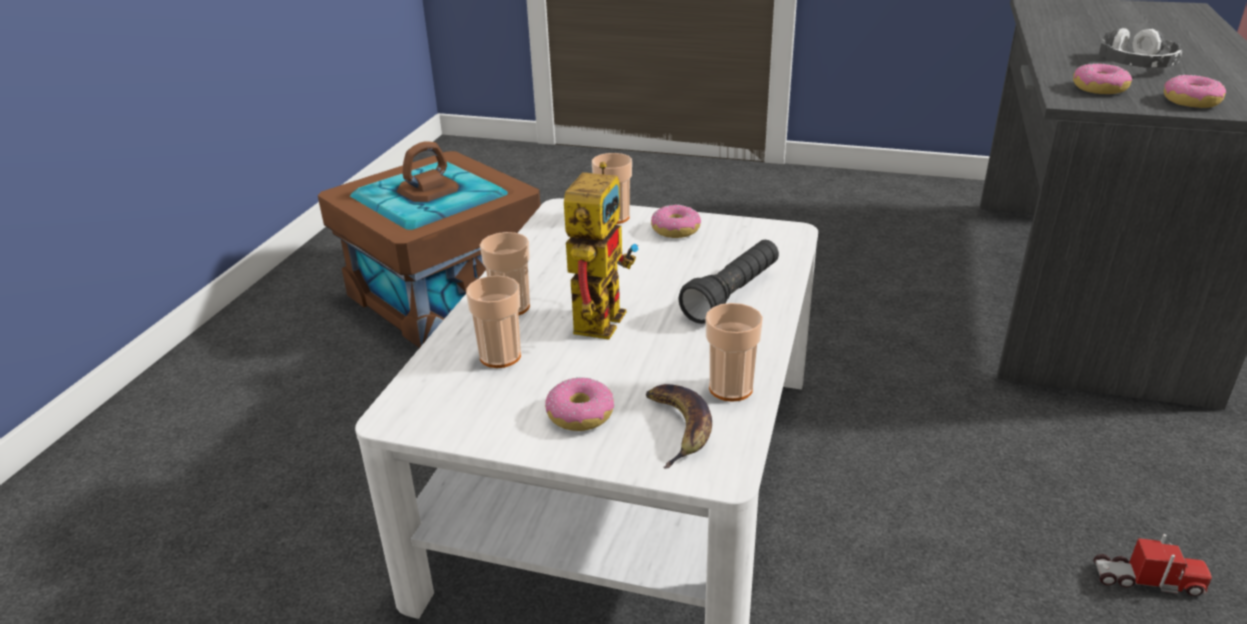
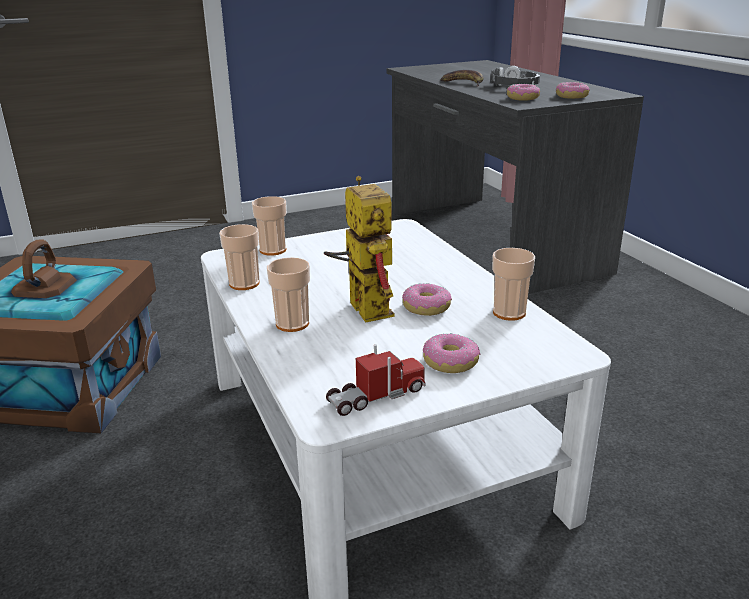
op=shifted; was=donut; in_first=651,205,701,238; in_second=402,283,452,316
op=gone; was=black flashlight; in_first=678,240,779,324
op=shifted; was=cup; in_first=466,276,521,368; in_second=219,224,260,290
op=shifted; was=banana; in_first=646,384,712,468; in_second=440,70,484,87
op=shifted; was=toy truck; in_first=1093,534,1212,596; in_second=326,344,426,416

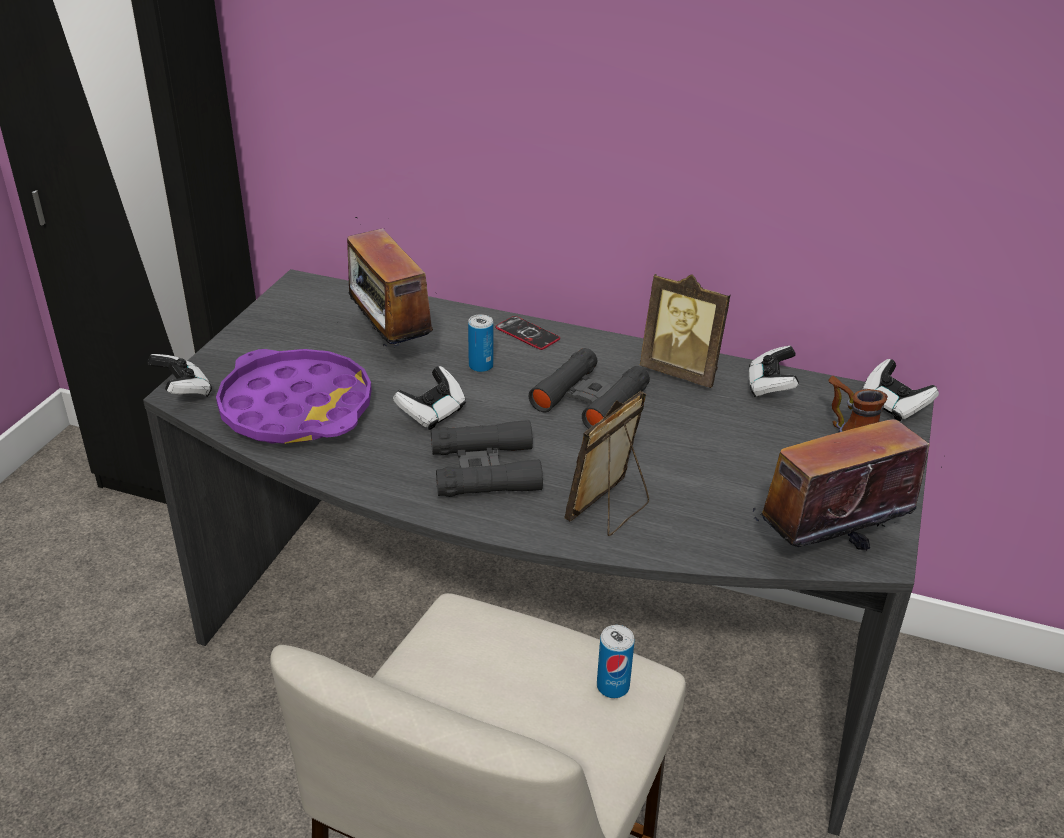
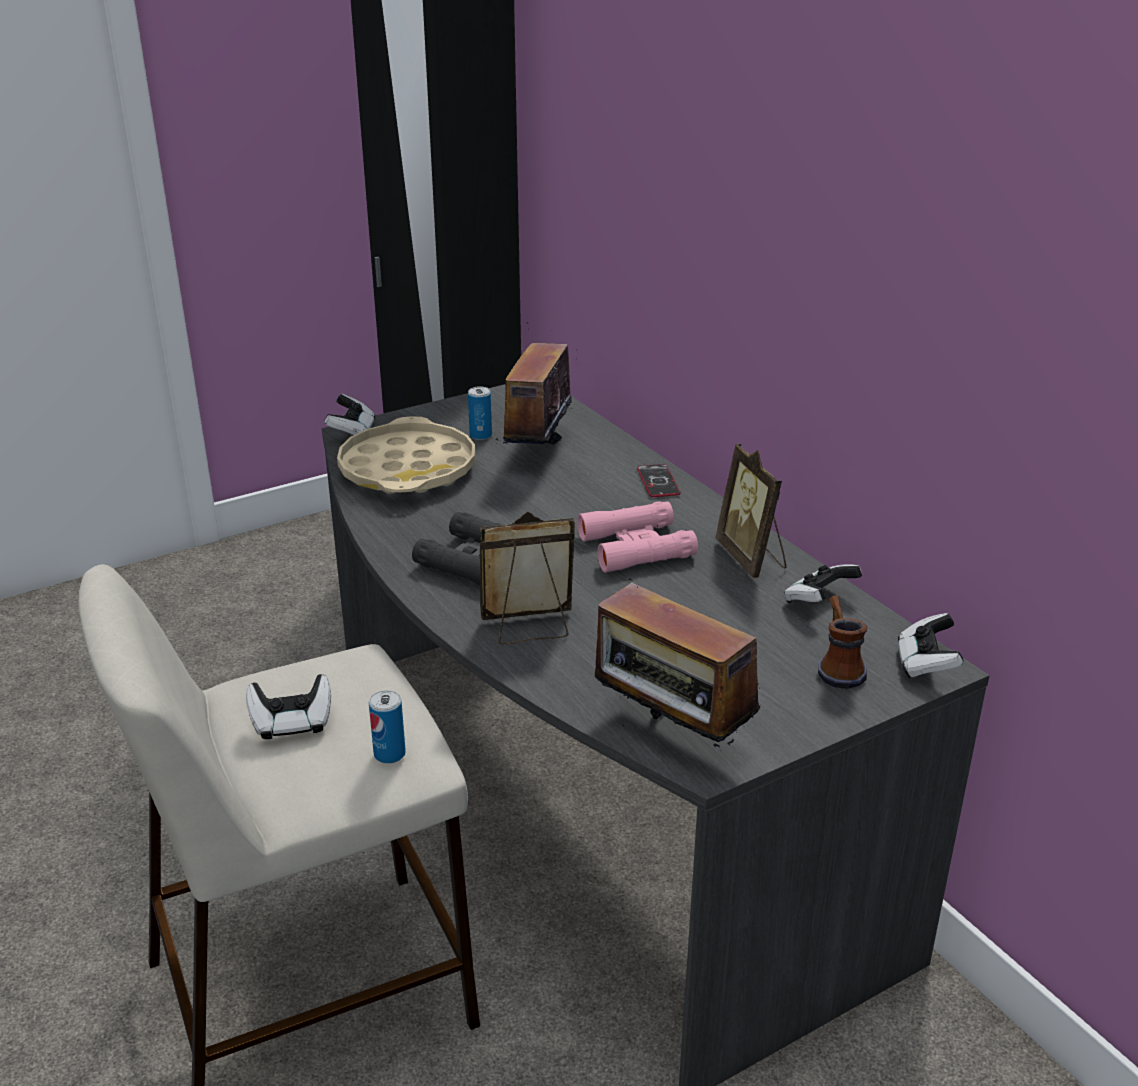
op=shifted; was=can; in_first=468,314,493,372; in_second=468,386,492,440
op=repainted; was=black binoculars; now=pink binoculars; in_first=529,348,650,429; in_second=577,501,698,573
op=repainted; was=purple tray; now=beige tray; in_first=216,349,372,444; in_second=337,416,475,494
op=shifted; was=game controller; in_first=393,366,466,430; in_second=246,674,331,739
op=rotated; was=radio; in_first=752,393,942,551; in_second=595,572,760,751; clockwise=-150

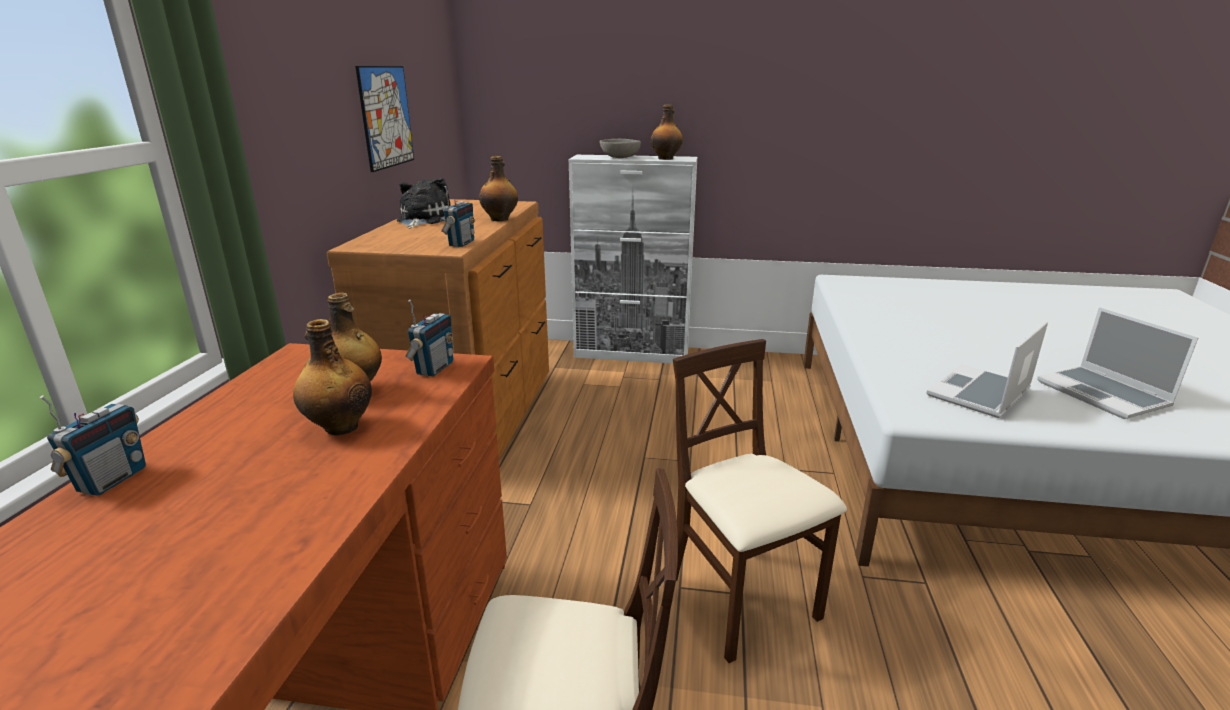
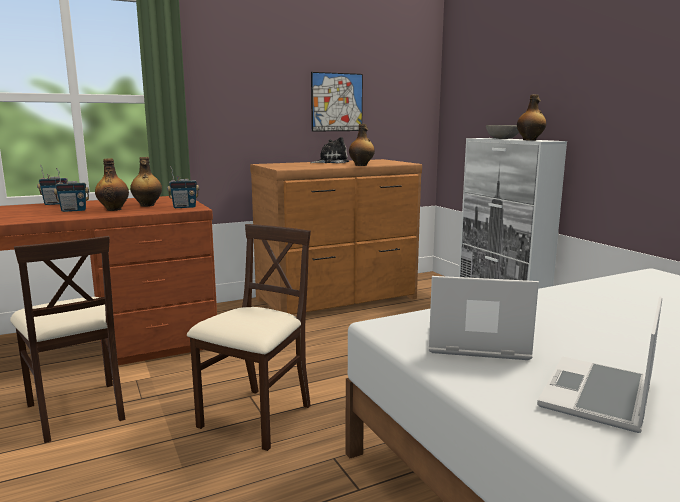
op=shifted; was=radio; in_first=441,186,475,247; in_second=53,168,89,212

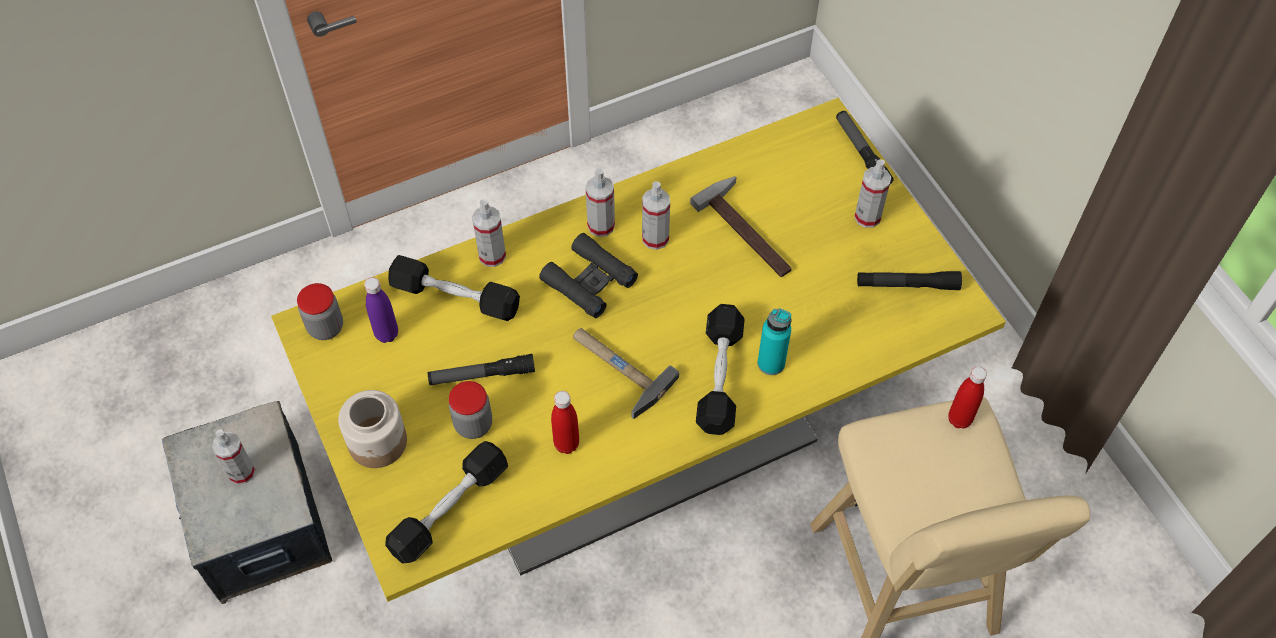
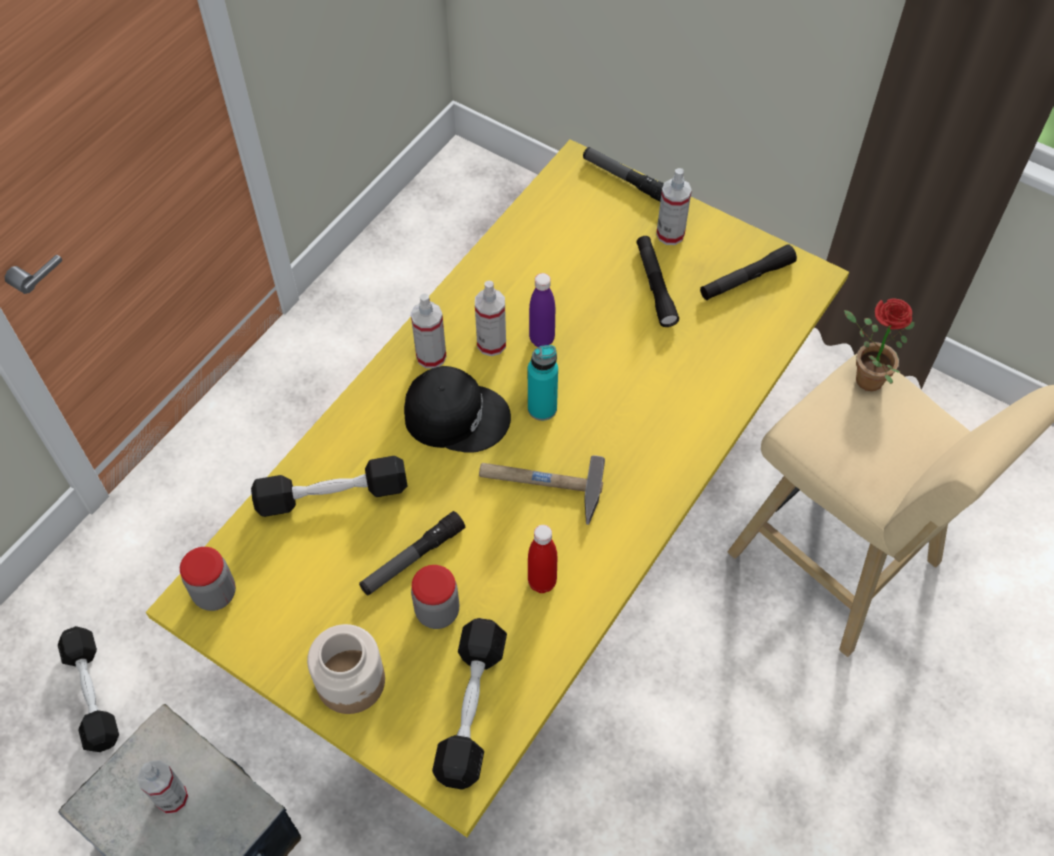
op=gone; was=hammer; in_first=690,176,792,277
op=gone; was=spray bottle; in_first=472,199,506,267
op=swapped; was=black binoculars; now=black cap; in_first=539,233,638,318; in_second=404,366,511,453
op=shifted; was=purple bottle; in_first=364,277,398,343; in_second=529,273,555,347
op=shifted; was=black dumbbell; in_first=696,304,745,435; in_second=58,626,119,752
op=shifted; was=turquoise bottle; in_first=758,308,792,375; in_second=528,345,558,421
op=swapped; was=red bottle; now=potted plant; in_first=948,366,987,429; in_second=844,299,915,391
op=new; now=black flashlight; in_second=637,236,679,327

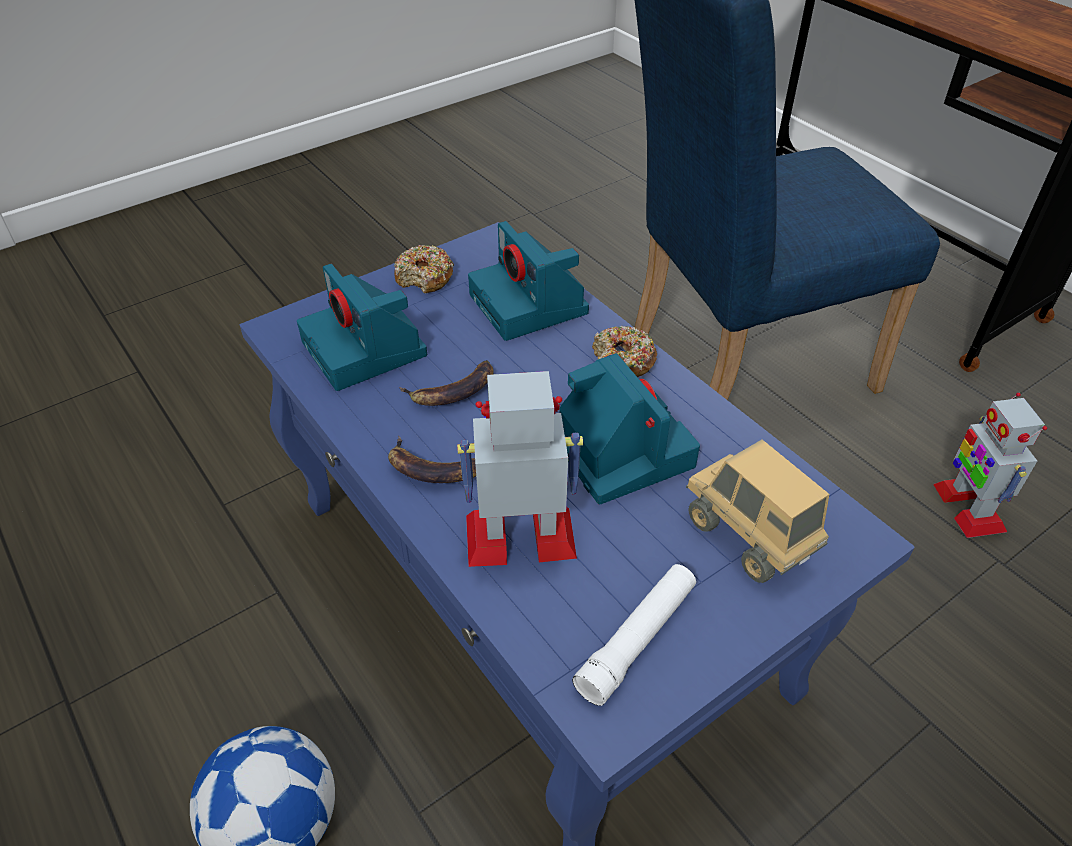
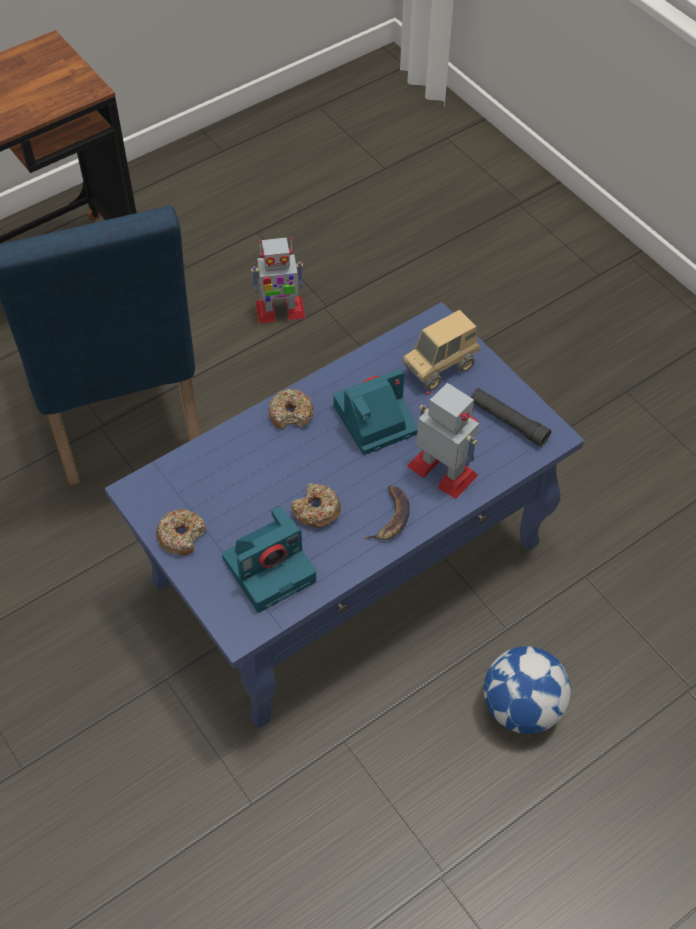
op=gone; was=photo camera; in_first=468,221,589,341
op=swapped; was=banana; now=donut; in_first=399,360,494,406; in_second=291,483,341,528
op=rotated; was=toy robot; in_first=457,371,583,567; in_second=407,383,479,499; clockwise=135
op=repainted; was=white flashlight; now=black flashlight; in_first=572,564,696,706; in_second=471,388,551,447

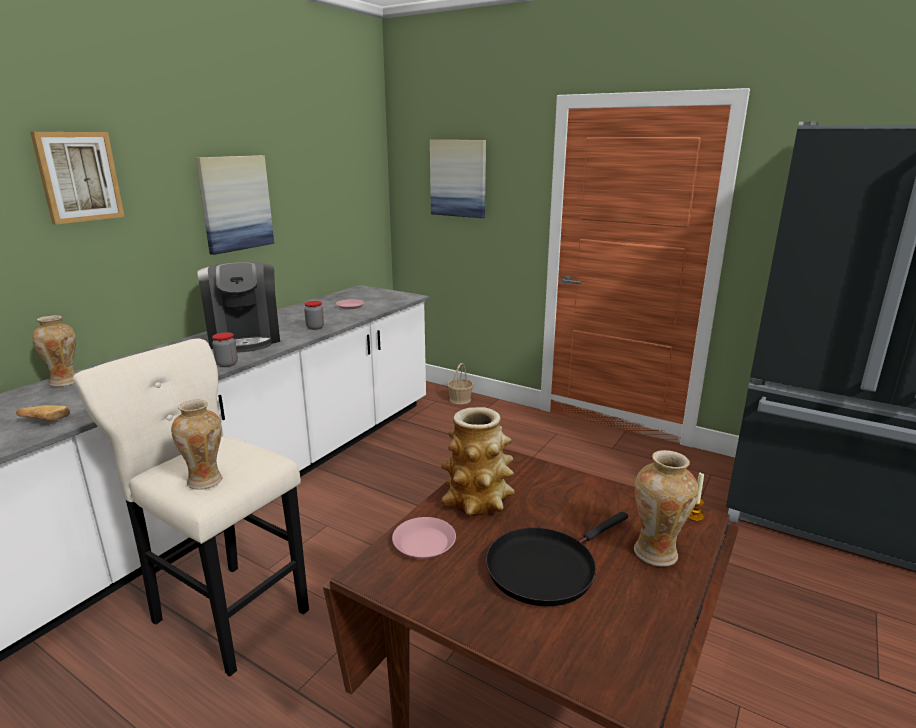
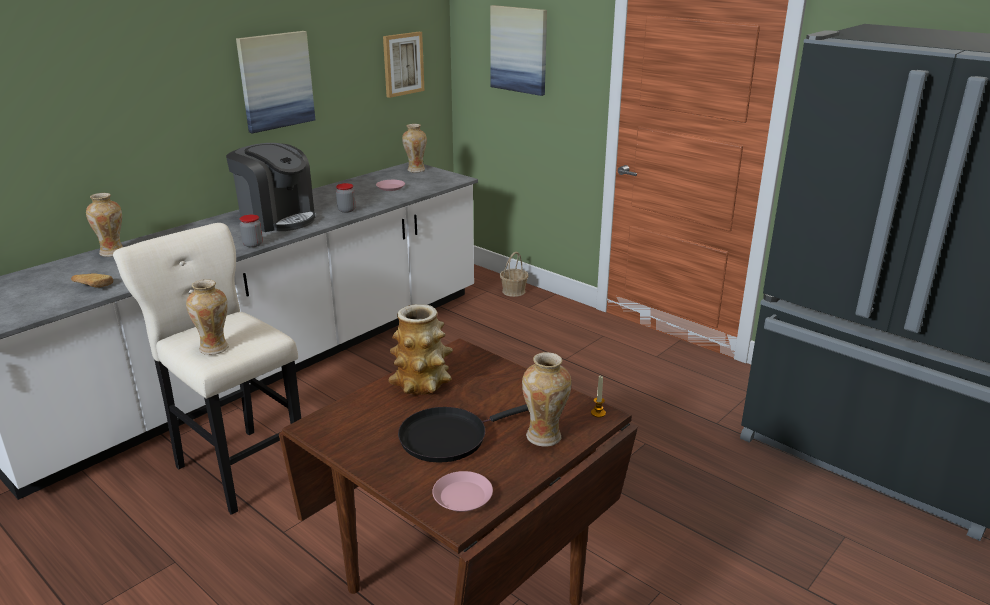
op=shifted; was=picture; in_first=30,132,125,224; in_second=383,32,424,98
op=rotated; was=coffee machine; in_first=197,262,280,352; in_second=226,143,315,232; clockwise=-45
op=shifted; was=pink plate; in_first=392,517,456,559; in_second=432,471,493,512
op=new; now=vase; in_second=402,124,427,173

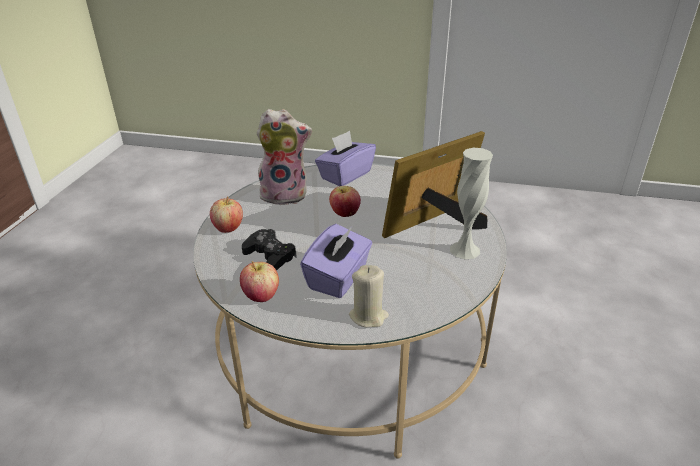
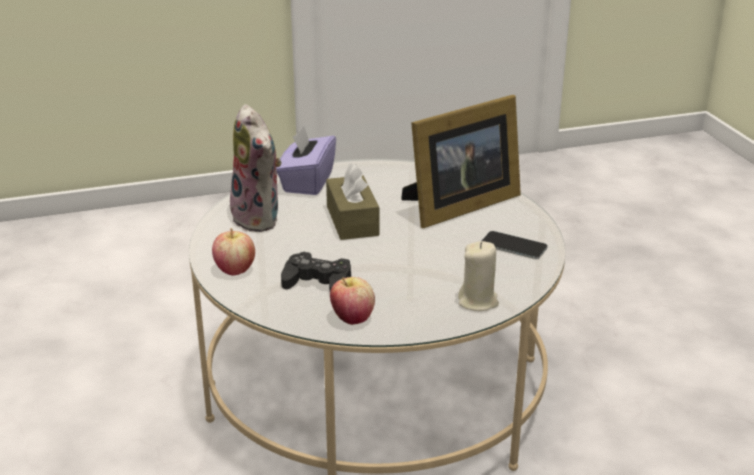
op=rotated; was=plush toy; in_first=257,109,312,205; in_second=228,104,281,232; clockwise=90
op=rotated; was=picture frame; in_first=382,131,487,238; in_second=401,95,521,228; clockwise=-150
op=gone; was=white vase; in_first=450,148,493,260
op=swapped; was=apple; now=brown tissue box; in_first=329,186,361,217; in_second=326,163,379,240
op=gone; was=purple tissue box; in_first=300,224,373,298
op=new; now=phone; in_second=482,231,548,259

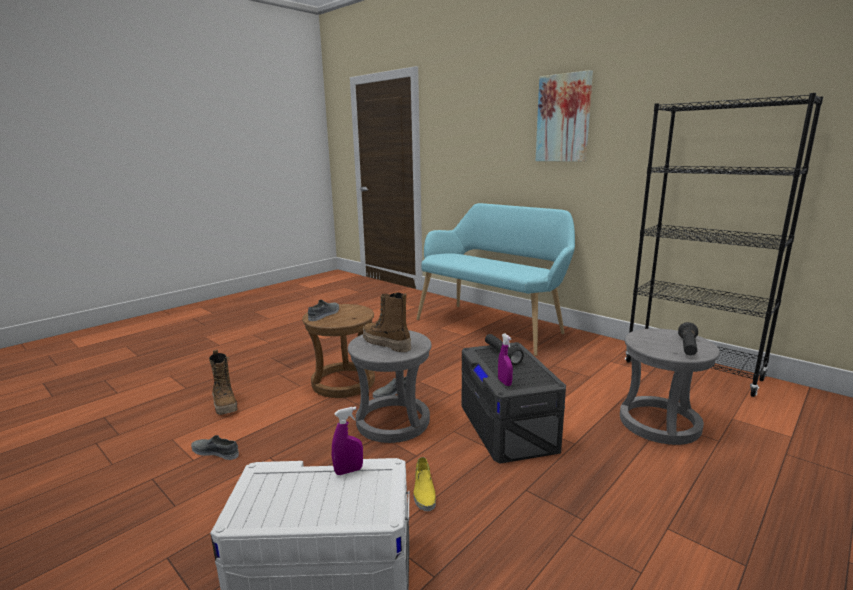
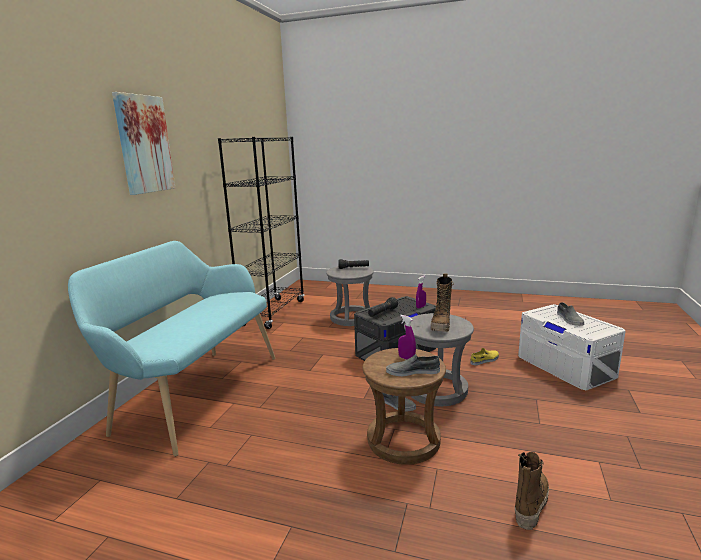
op=shifted; was=purple spray bottle; in_first=332,406,363,475; in_second=398,315,416,360
op=shifted; was=grey shoe; in_first=191,435,239,460; in_second=557,302,584,326

